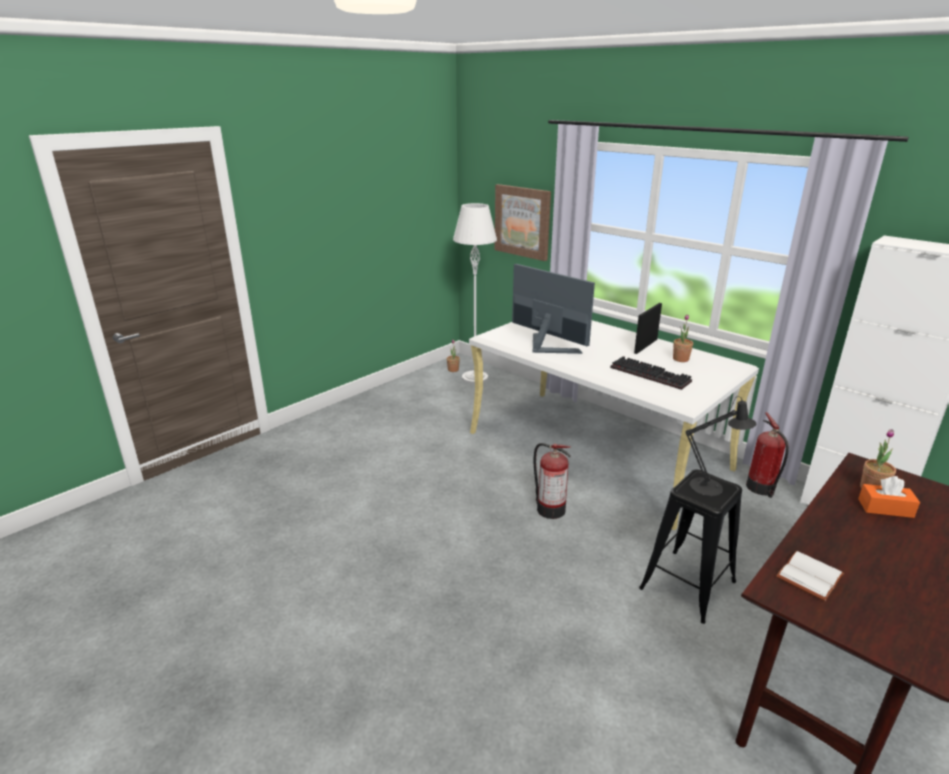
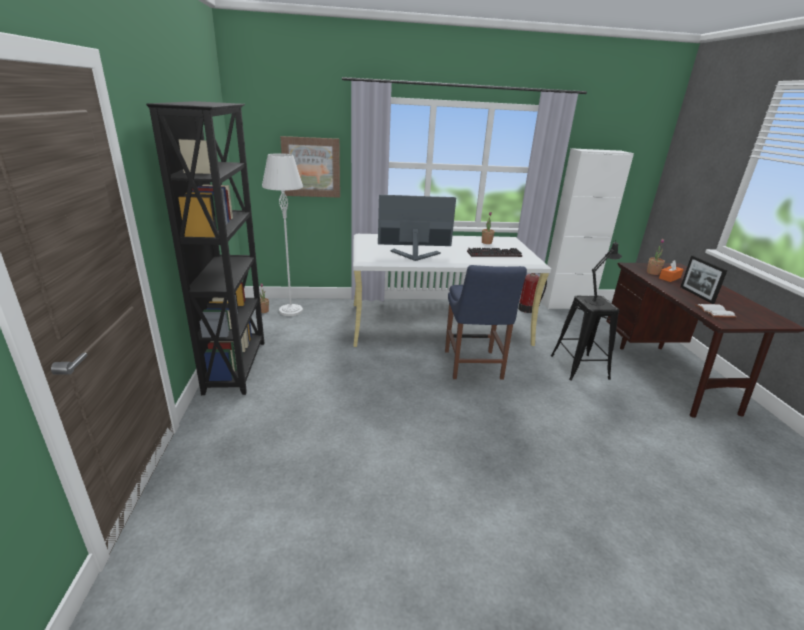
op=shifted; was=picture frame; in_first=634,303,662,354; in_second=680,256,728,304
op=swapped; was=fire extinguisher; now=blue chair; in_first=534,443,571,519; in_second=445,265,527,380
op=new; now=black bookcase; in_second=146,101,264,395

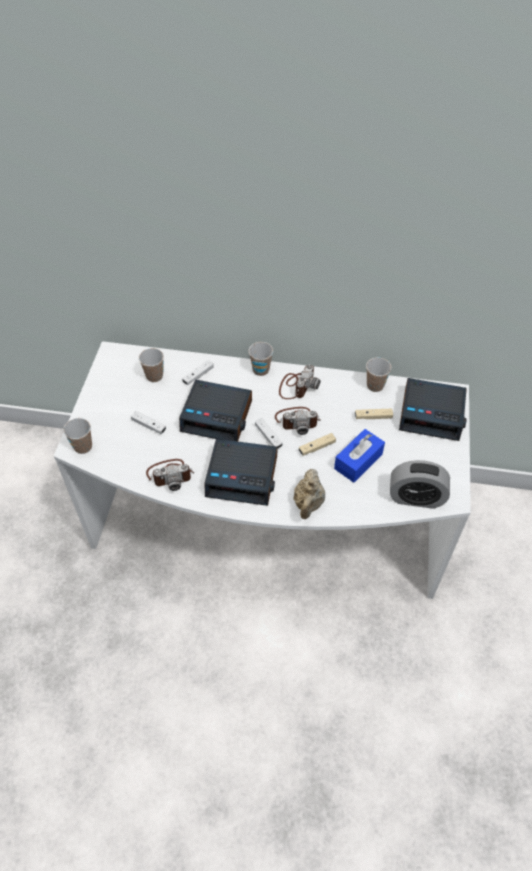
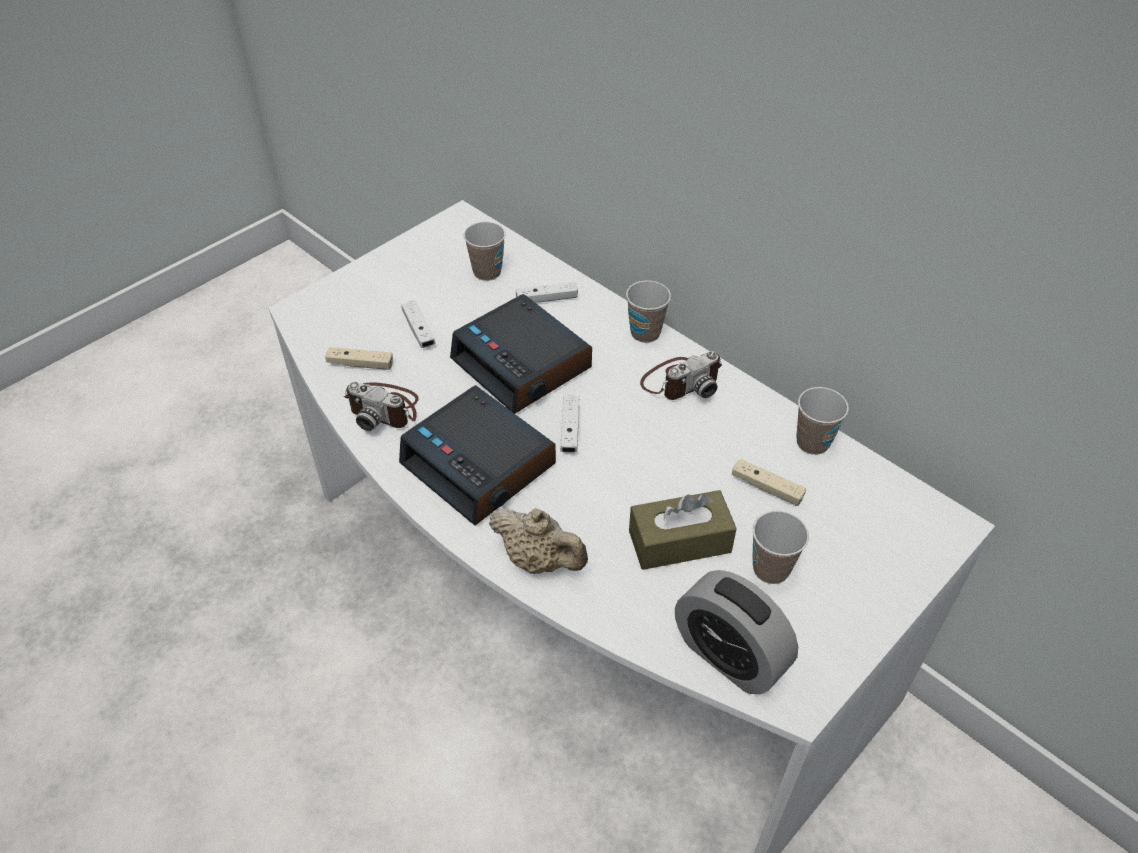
op=gone; was=alarm clock; in_first=399,378,467,441
op=gone; was=photo camera; in_first=275,407,321,435
op=shifted; was=cup; in_first=63,418,92,454; in_second=752,510,809,584
op=repainted; was=blue tissue box; now=brown tissue box; in_first=334,429,385,483; in_second=629,490,737,570
op=shifted; was=beige game controller; in_first=299,433,336,456; in_second=325,347,393,370
op=rotated; was=beige teapot; in_first=293,469,325,519; in_second=489,508,588,574; clockwise=-105

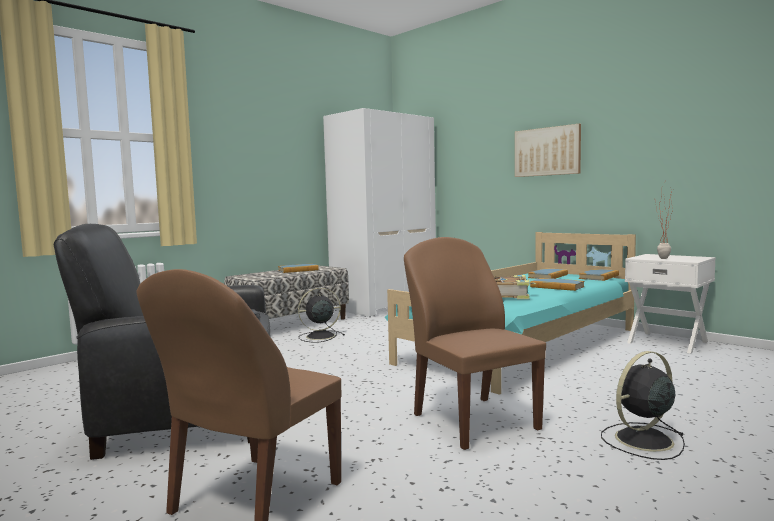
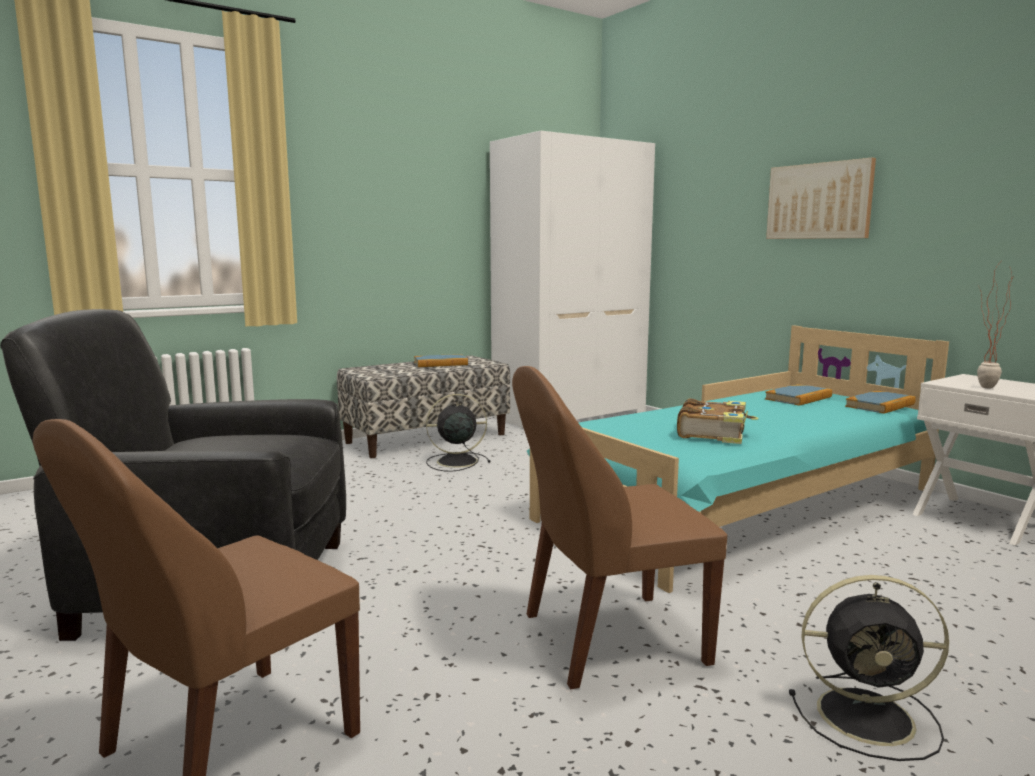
op=rotated; was=brown chair; in_first=404,237,546,450; in_second=512,366,727,689; clockwise=-90
op=gone; was=book; in_first=530,278,584,291
op=rotated; was=black fan; in_first=601,351,685,460; in_second=789,575,949,761; clockwise=-150

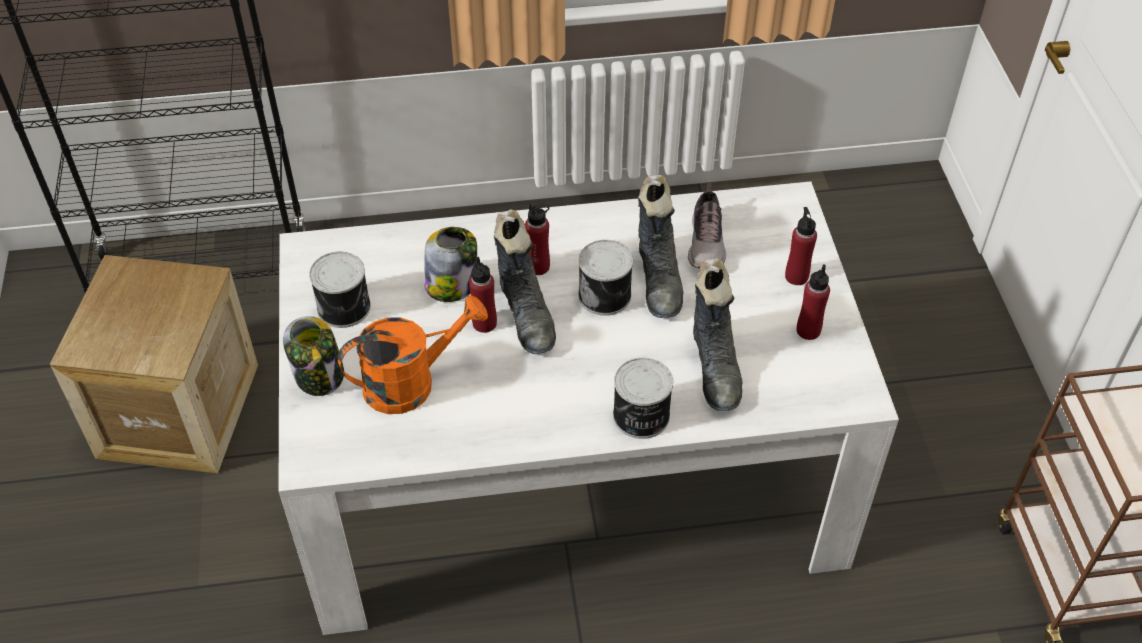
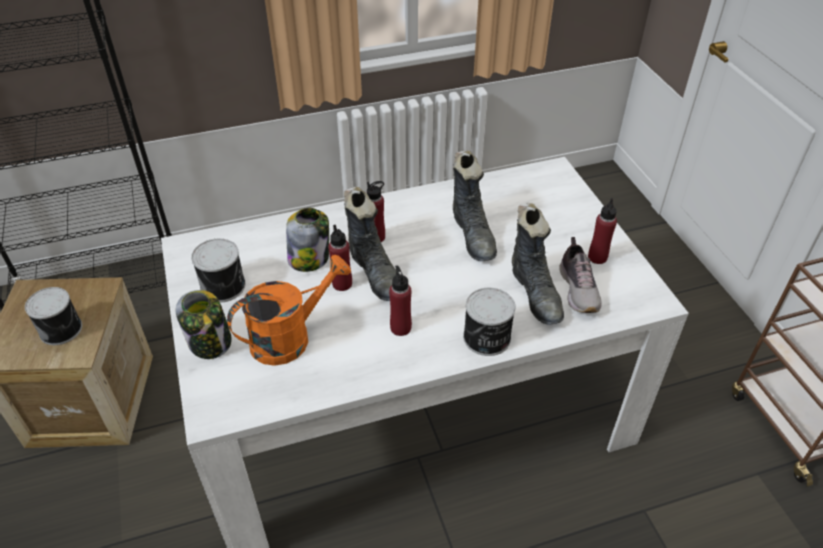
op=shifted; was=shoe; in_first=688,182,726,268; in_second=559,237,602,313
op=shifted; was=red bottle; in_first=785,207,817,285; in_second=389,265,412,336
op=shifted; was=can; in_first=578,240,633,316; in_second=25,287,82,345

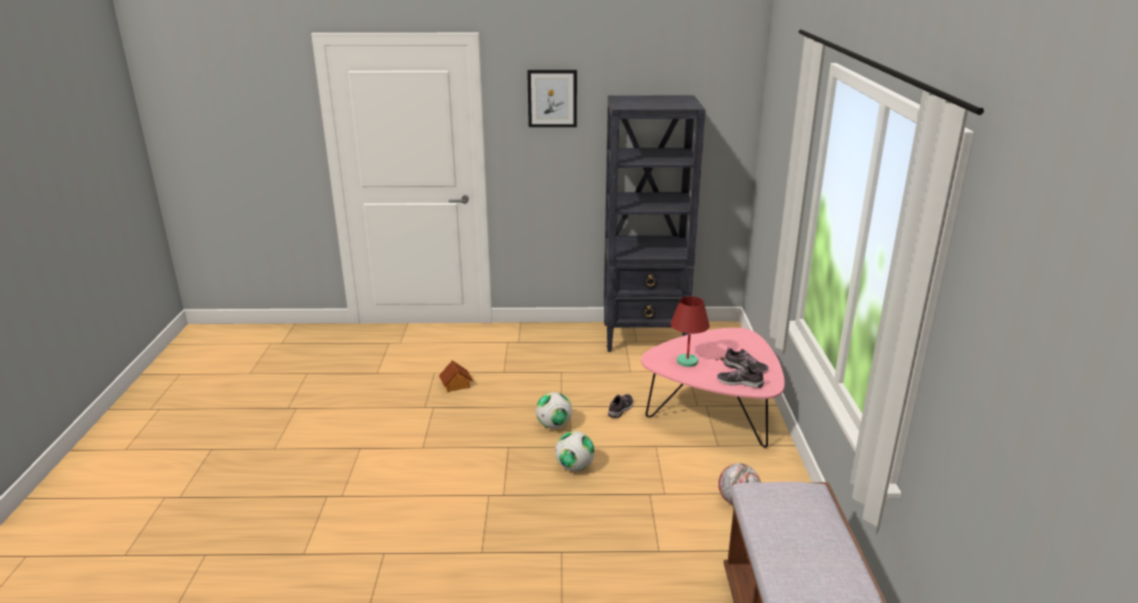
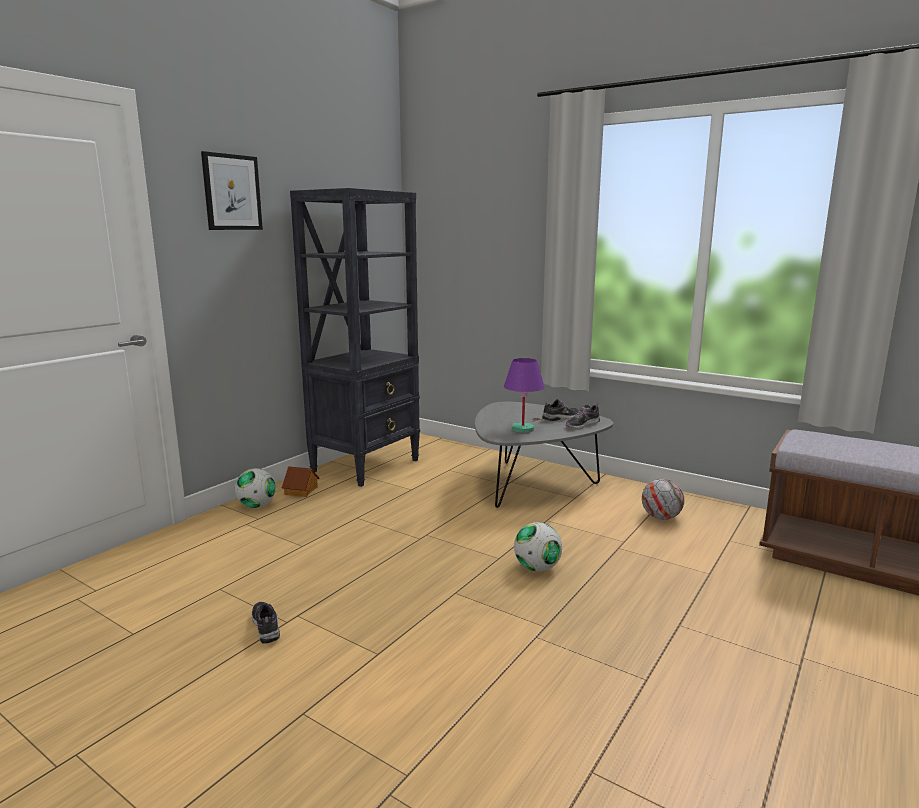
op=repainted; was=red table lamp; now=purple table lamp; in_first=670,296,710,367; in_second=504,358,545,433
op=repainted; was=pink coffee table; now=grey coffee table; in_first=641,328,785,448; in_second=475,401,613,508
op=shifted; was=toy house; in_first=439,360,473,392; in_second=282,466,319,497
op=shifted; was=football; in_first=536,392,572,429; in_second=235,468,276,508
op=shifted; was=shoe; in_first=608,394,633,418; in_second=252,602,280,644

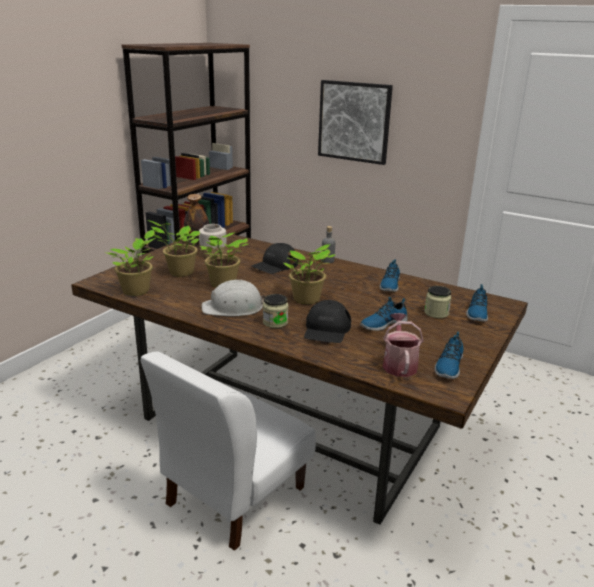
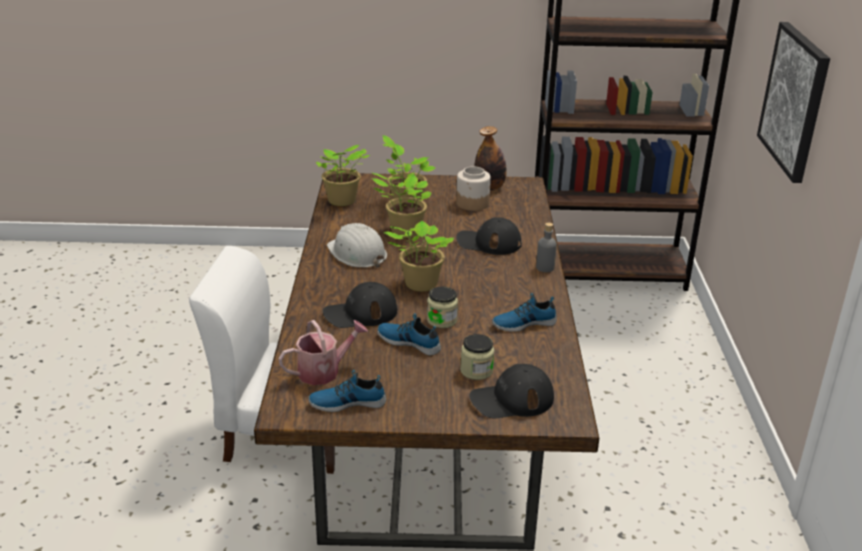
op=swapped; was=shoe; now=black cap; in_first=466,284,488,321; in_second=470,364,554,418
op=shifted; was=jar; in_first=263,294,288,328; in_second=427,287,458,328

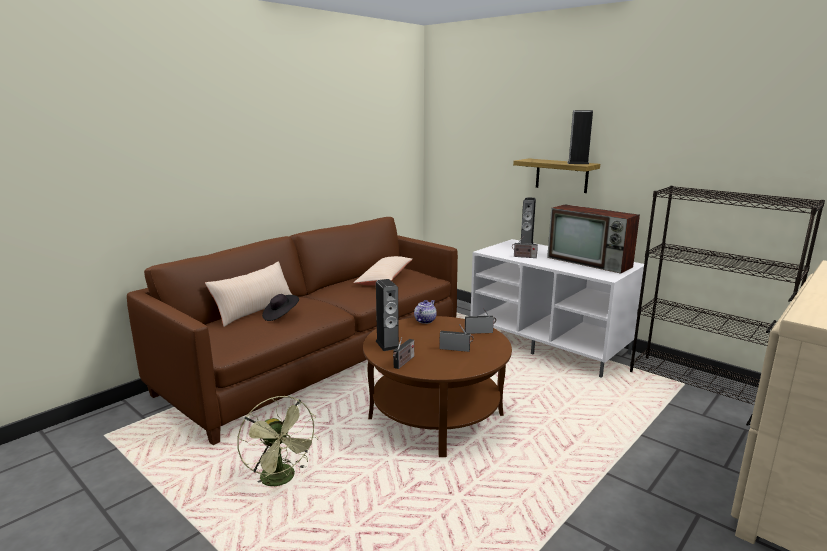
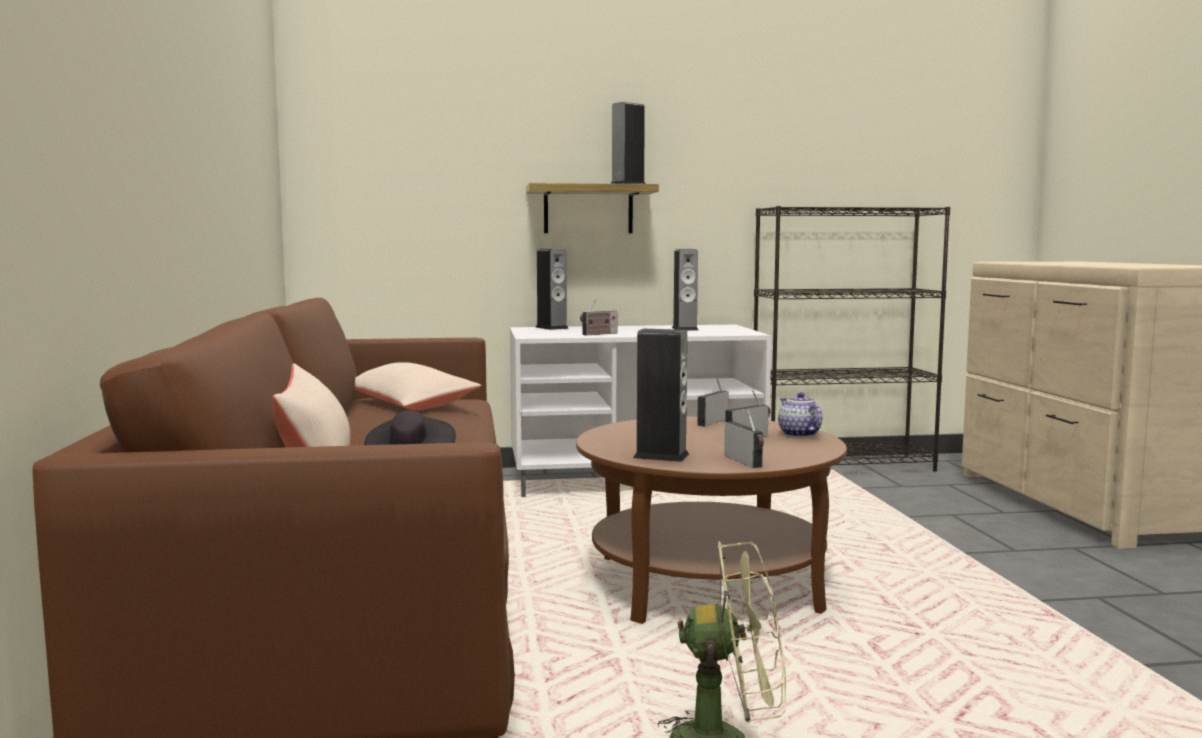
op=swapped; was=television; now=speaker; in_first=547,204,640,274; in_second=672,249,699,331
op=shifted; was=teapot; in_first=414,300,437,324; in_second=778,392,822,437

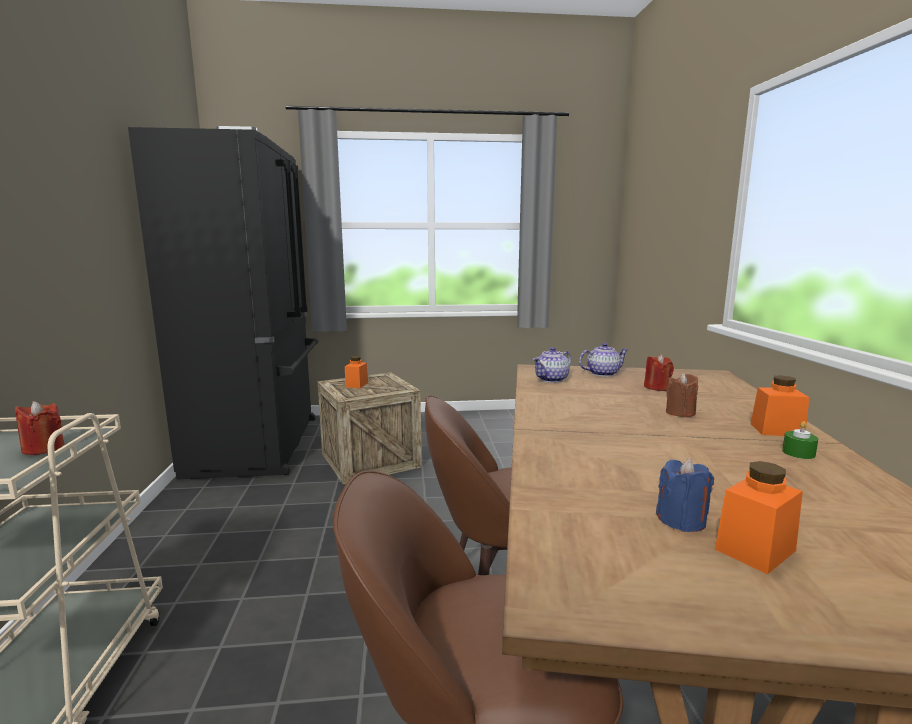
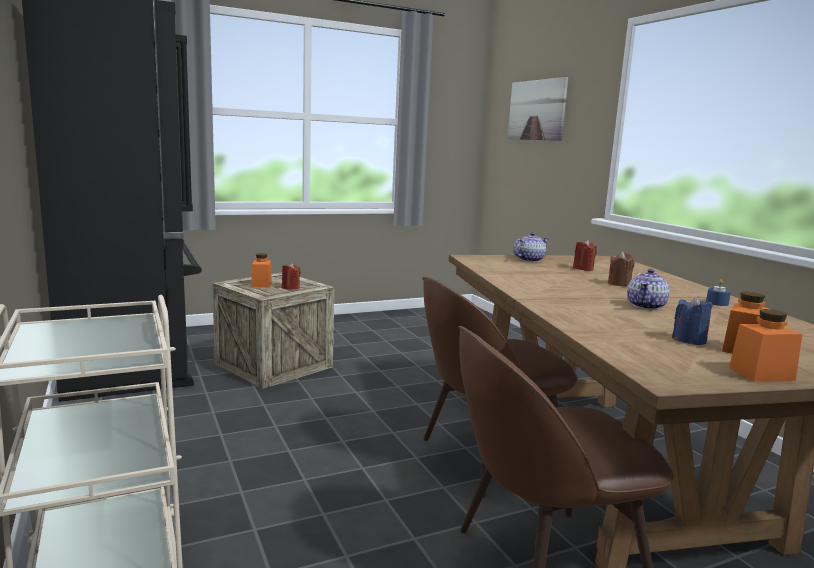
op=shifted; was=teapot; in_first=533,347,571,383; in_second=627,269,670,310
op=shifted; was=orange jar; in_first=751,375,809,436; in_second=729,309,802,382
op=shifted; was=red candle; in_first=15,401,64,455; in_second=282,262,301,290
op=repainted; was=green candle; now=blue candle; in_first=782,421,818,459; in_second=706,280,731,306
op=new; now=picture; in_second=508,77,568,141

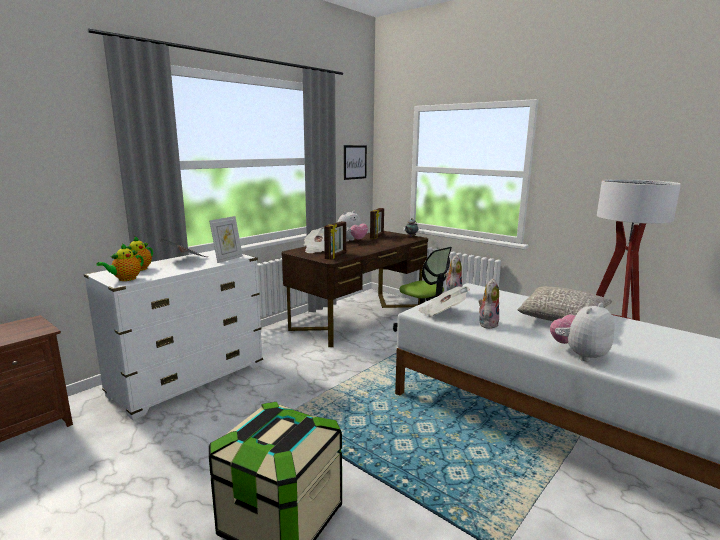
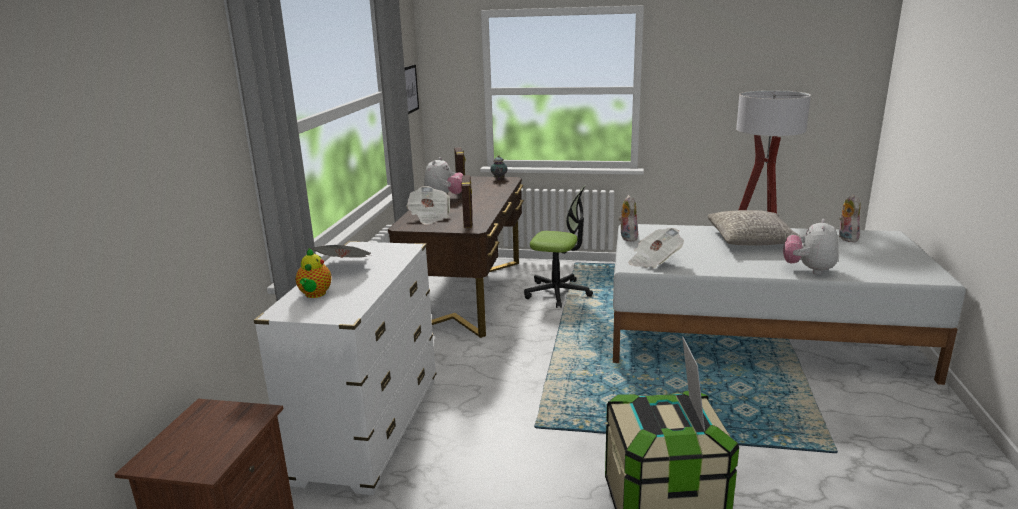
op=shifted; was=picture frame; in_first=209,216,243,263; in_second=682,336,705,431
op=gone; was=teapot; in_first=96,243,144,281
op=shifted; was=plush toy; in_first=478,279,499,329; in_second=839,194,861,242

